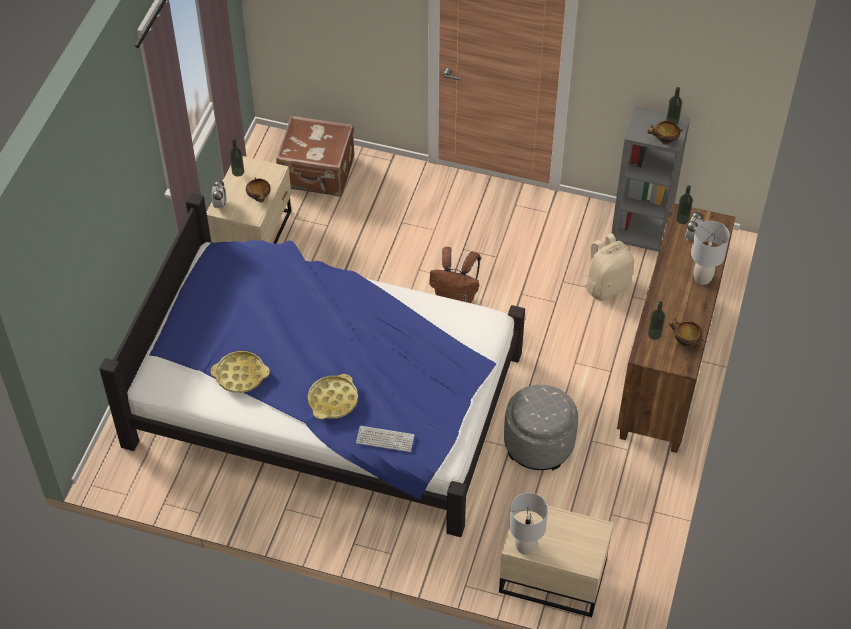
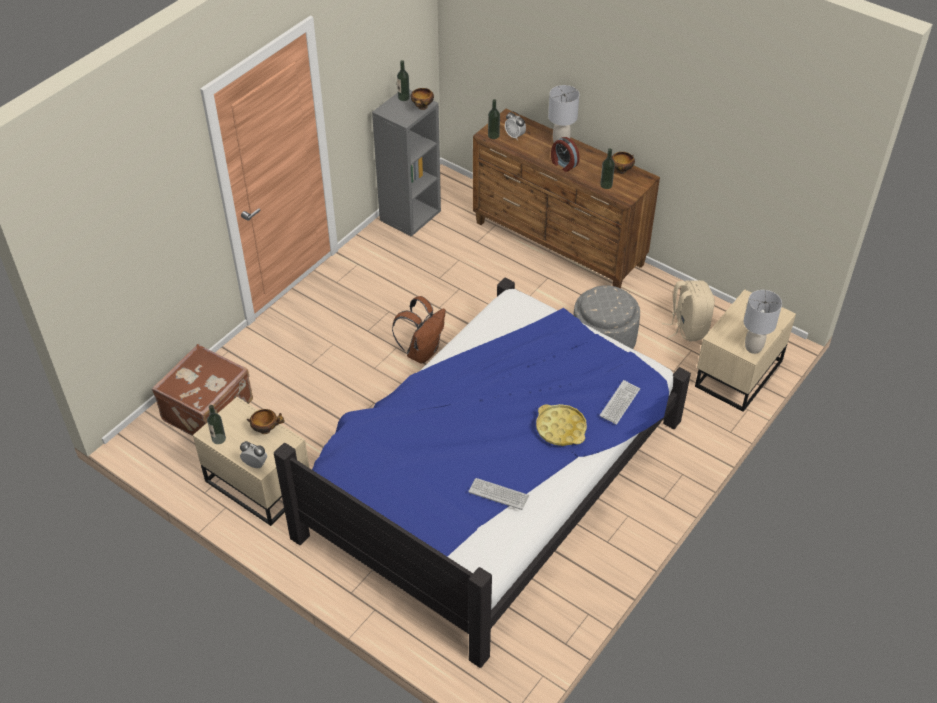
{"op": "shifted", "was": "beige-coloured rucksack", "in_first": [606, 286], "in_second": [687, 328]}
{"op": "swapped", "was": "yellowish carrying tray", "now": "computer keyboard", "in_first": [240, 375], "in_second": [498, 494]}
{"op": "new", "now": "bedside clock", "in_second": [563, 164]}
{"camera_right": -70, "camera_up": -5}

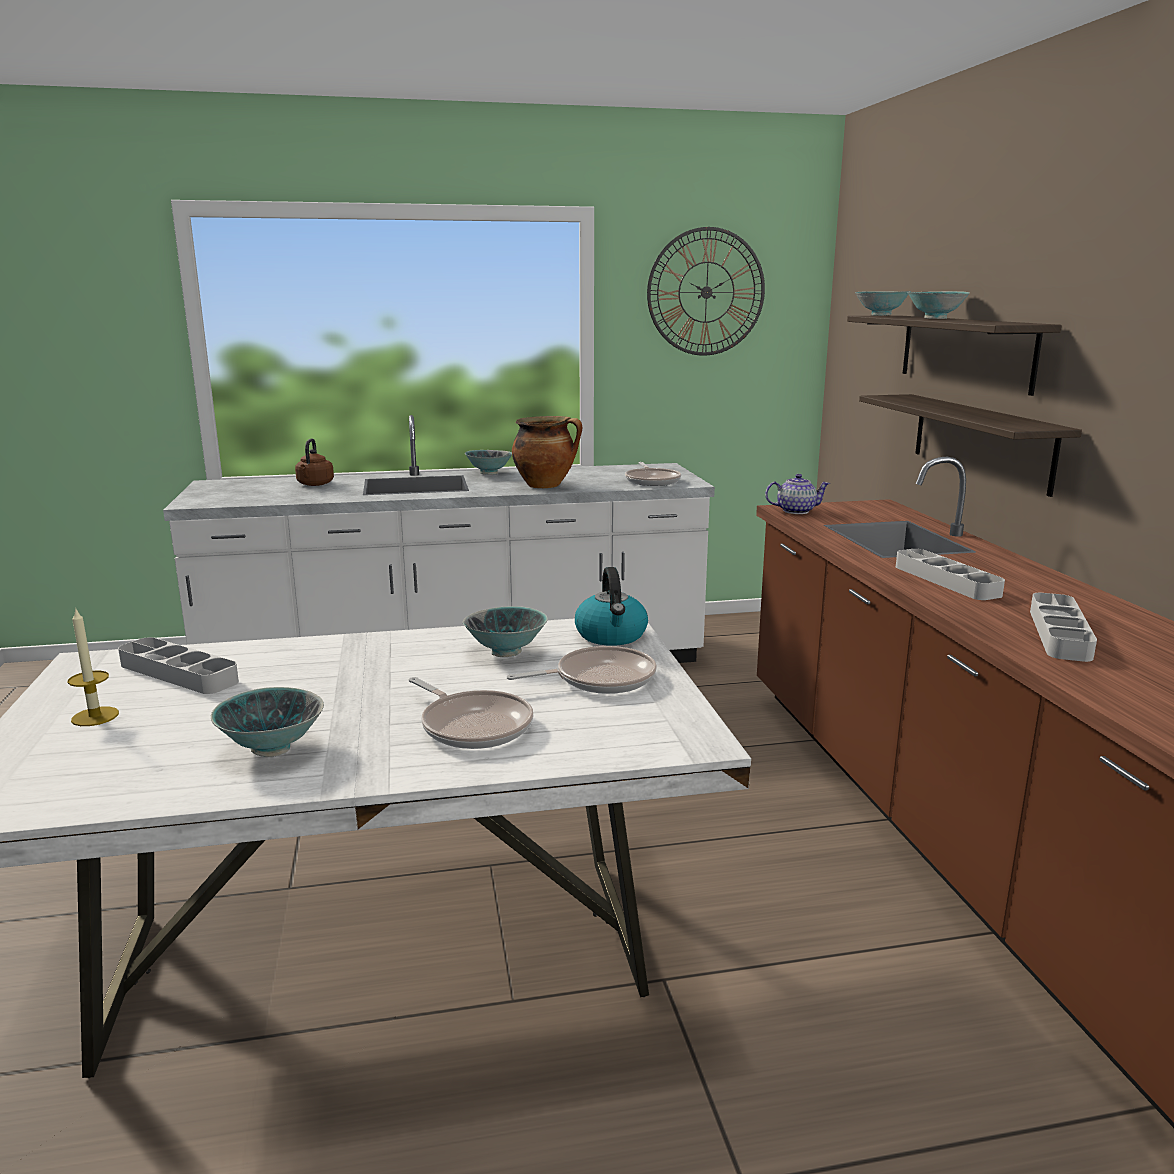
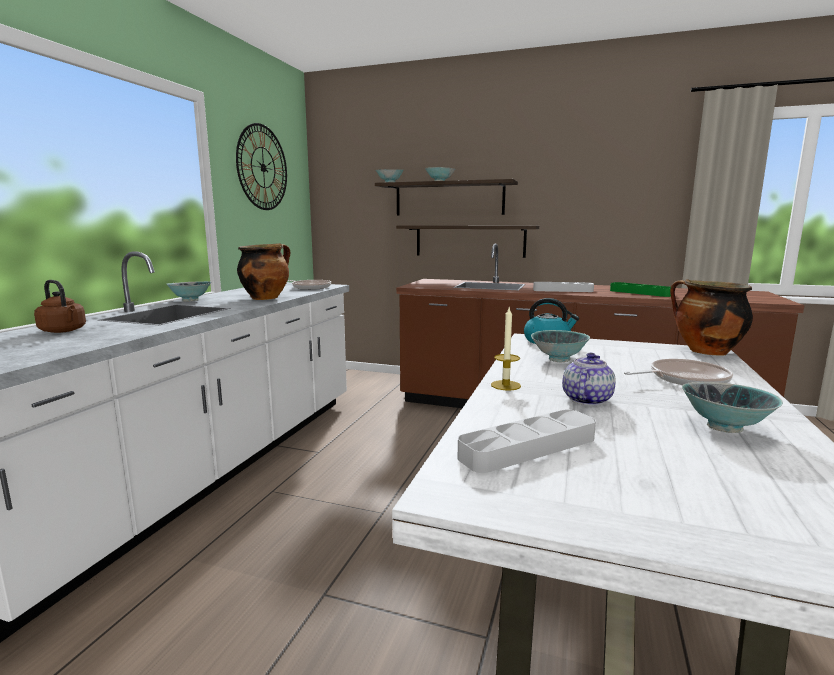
{"op": "shifted", "was": "tea pot", "in_first": [795, 511], "in_second": [586, 400]}
{"op": "repainted", "was": "gray carrying tray", "now": "greenish carrying tray", "in_first": [1059, 633], "in_second": [640, 293]}
{"op": "shifted", "was": "candle", "in_first": [95, 716], "in_second": [505, 385]}
{"op": "gone", "was": "frying pan", "in_first": [599, 679]}
{"op": "new", "now": "stockpot", "in_second": [705, 352]}
{"camera_right": -60, "camera_up": -5}

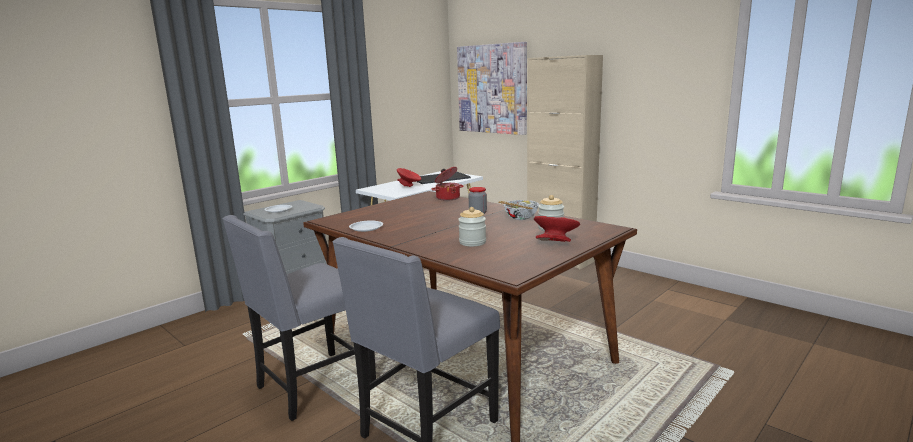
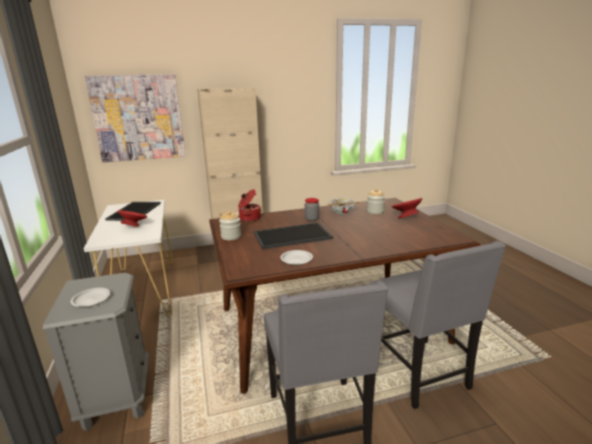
{"op": "shifted", "was": "preserve jar", "in_first": [472, 242], "in_second": [231, 236]}
{"op": "new", "now": "carrying tray", "in_second": [292, 236]}
{"camera_right": -60, "camera_up": 5}

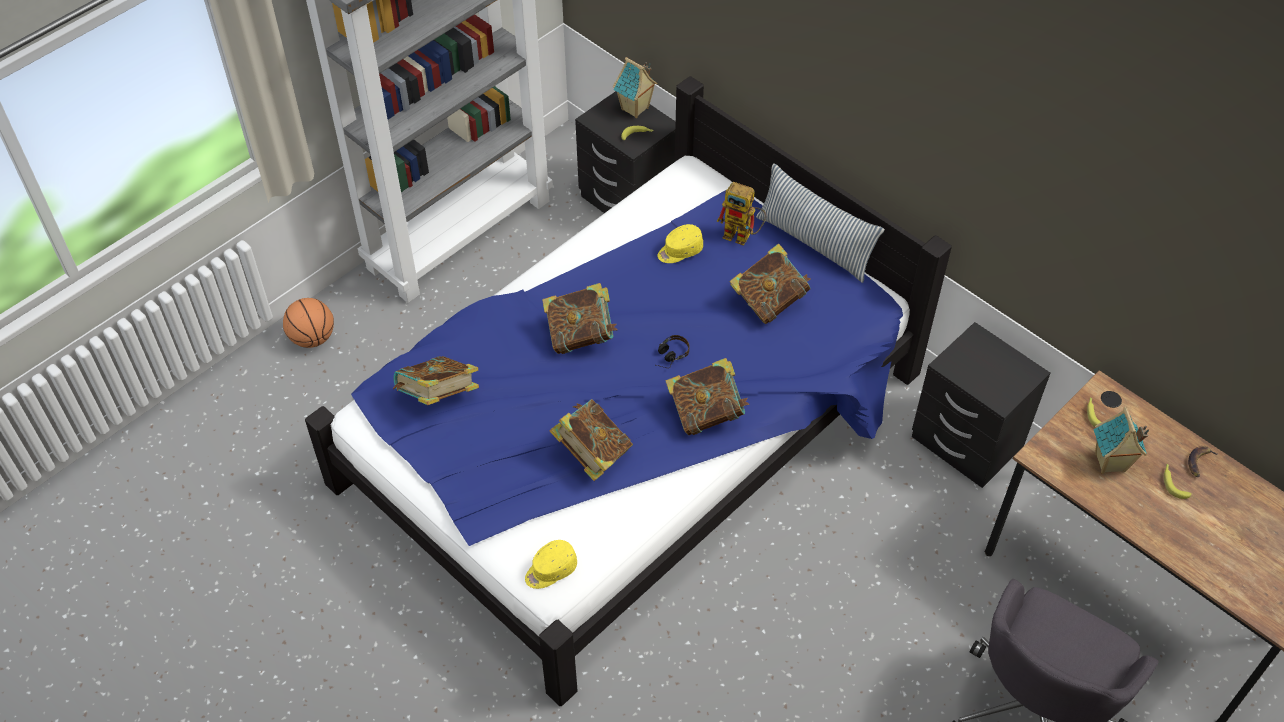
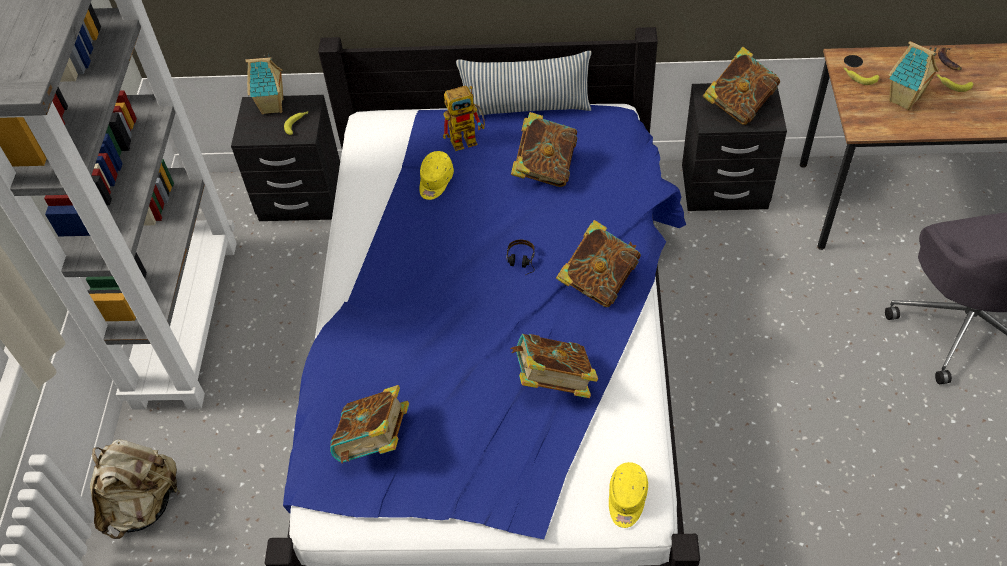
{"op": "shifted", "was": "volume", "in_first": [581, 335], "in_second": [738, 105]}
{"op": "swapped", "was": "ball for basketball", "now": "beige-coloured rucksack", "in_first": [312, 338], "in_second": [144, 504]}
{"camera_right": -40, "camera_up": 0}

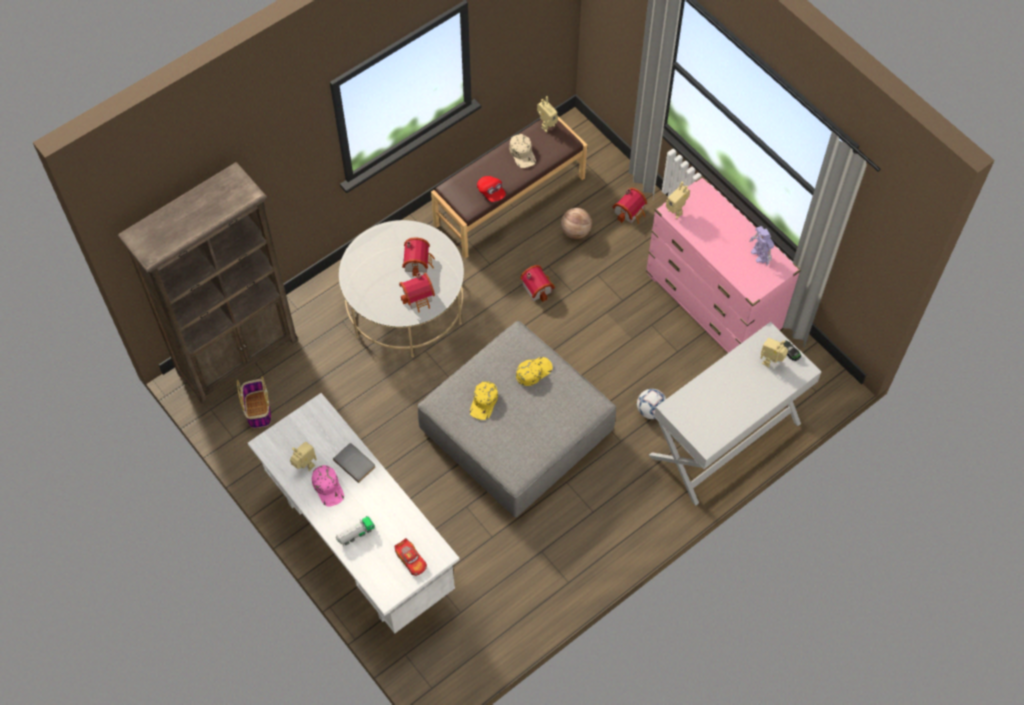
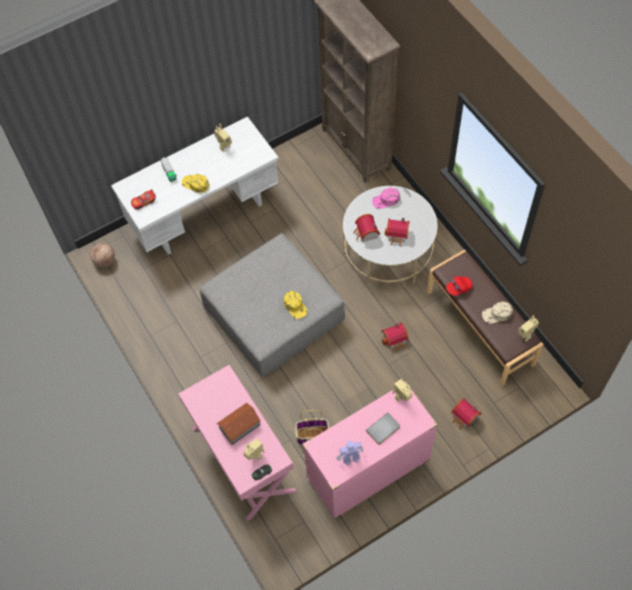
{"op": "shifted", "was": "ball for basketball", "in_first": [575, 232], "in_second": [105, 261]}
{"op": "repainted", "was": "whitish hall table", "now": "pink hall table", "in_first": [725, 440], "in_second": [242, 459]}
{"op": "shifted", "was": "basket", "in_first": [258, 409], "in_second": [313, 435]}
{"op": "shifted", "was": "yellowish baseball cap", "in_first": [484, 402], "in_second": [195, 184]}
{"op": "gone", "was": "football ball", "in_first": [650, 410]}
{"op": "shifted", "was": "gray volume", "in_first": [355, 462], "in_second": [384, 430]}
{"op": "shifted", "was": "pink baseball cap", "in_first": [328, 487], "in_second": [386, 200]}
{"op": "new", "now": "model house", "in_second": [240, 426]}
{"camera_right": 100, "camera_up": 0}

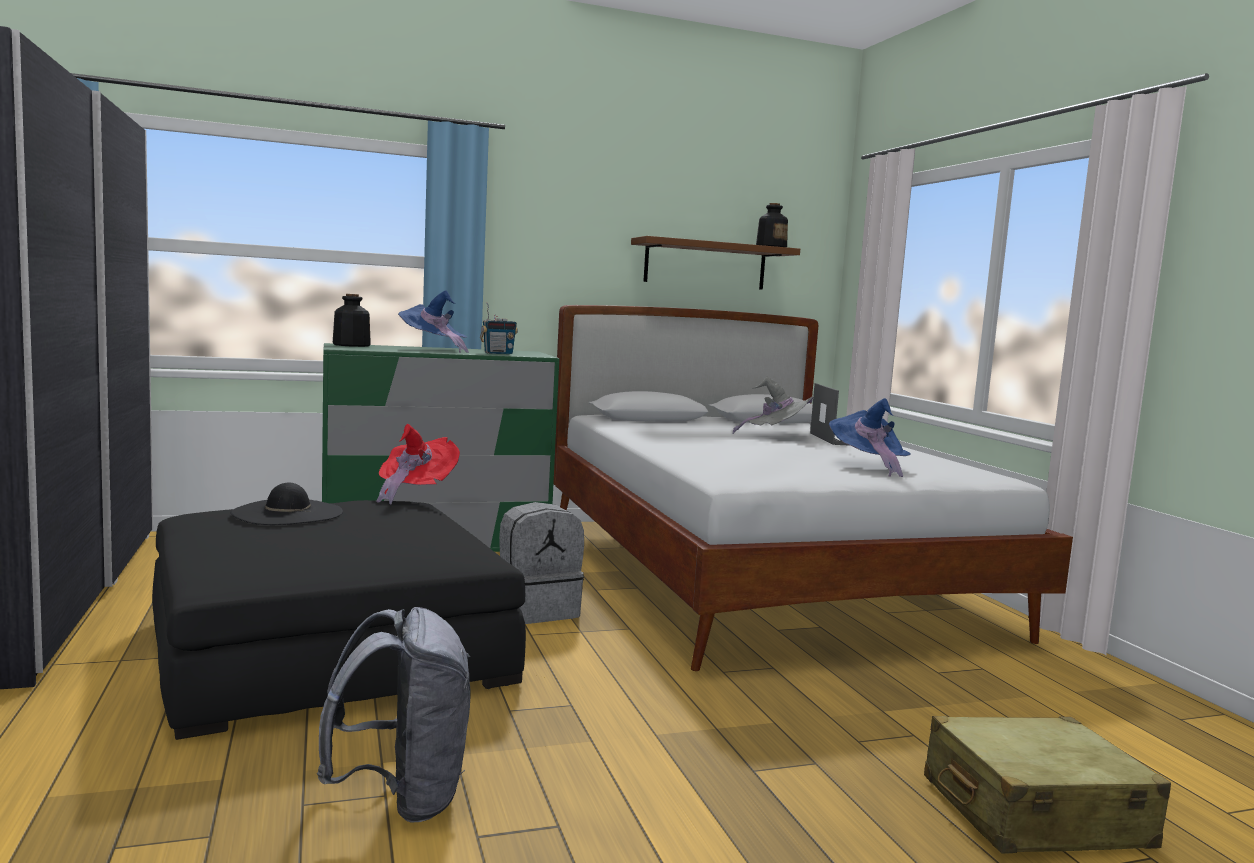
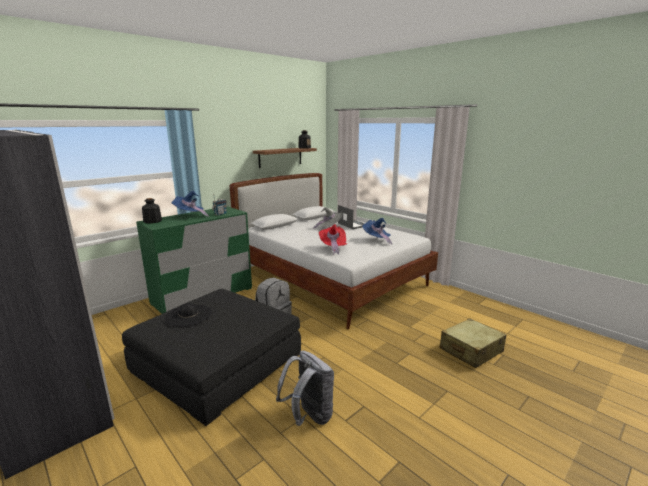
{"op": "shifted", "was": "reddish wearable hat", "in_first": [414, 493], "in_second": [333, 248]}
{"camera_right": -25, "camera_up": 10}

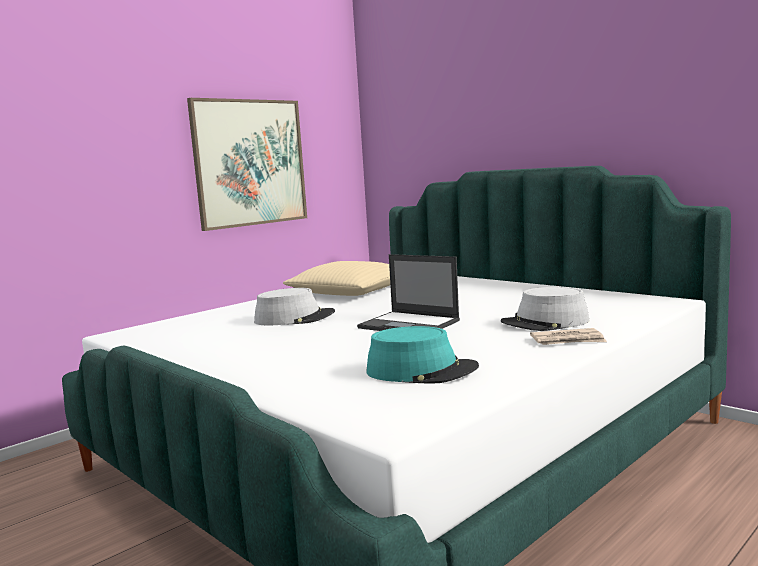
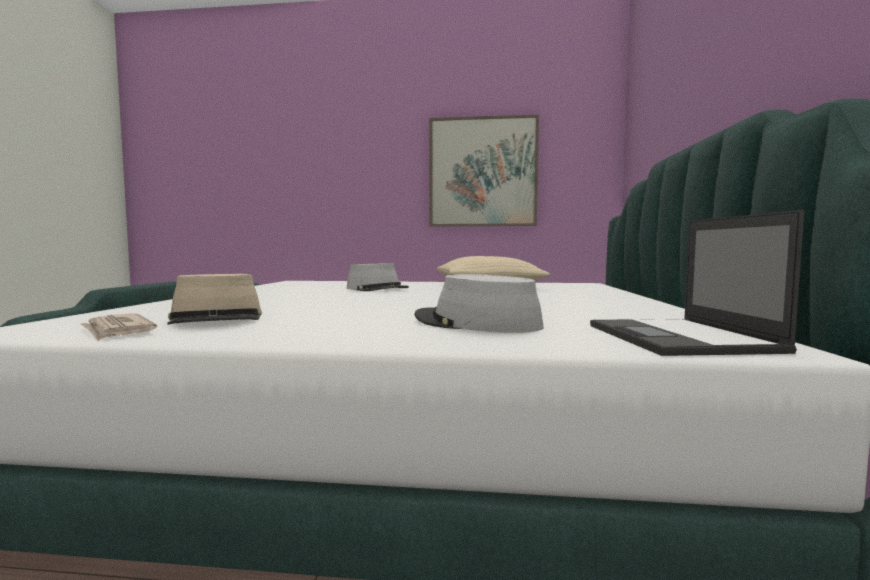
{"op": "shifted", "was": "notebook computer", "in_first": [410, 324], "in_second": [679, 338]}
{"op": "repainted", "was": "turquoise-coloured wearable hat", "now": "beige-coloured wearable hat", "in_first": [421, 371], "in_second": [217, 318]}
{"op": "shifted", "was": "daily paper", "in_first": [568, 340], "in_second": [117, 331]}
{"camera_right": 50, "camera_up": -5}

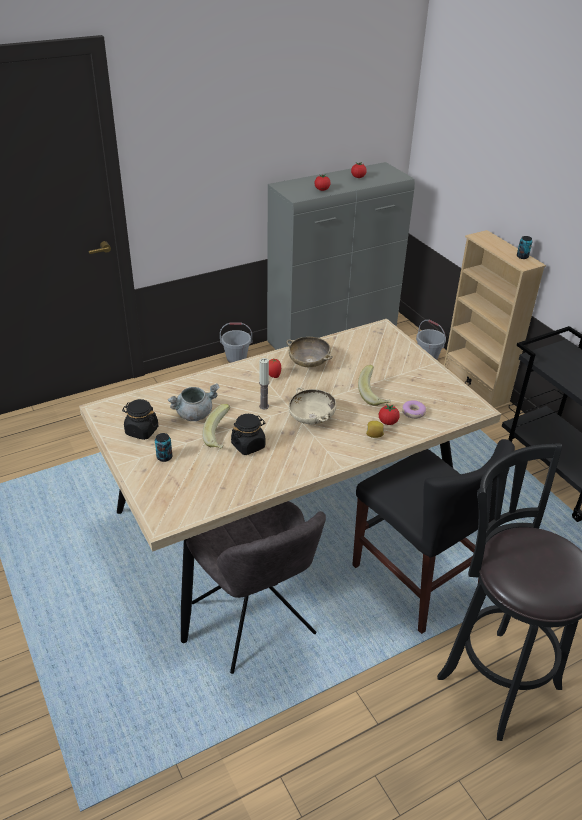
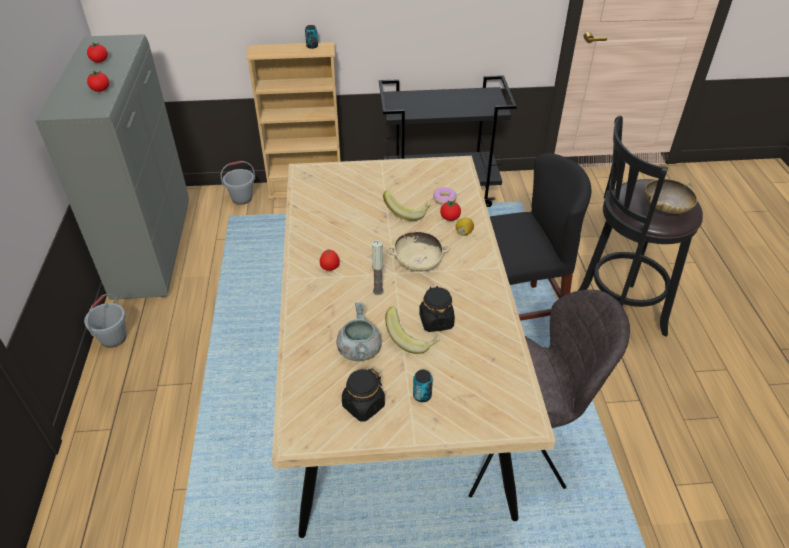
{"op": "shifted", "was": "beige-coloured bowl", "in_first": [308, 363], "in_second": [665, 208]}
{"camera_right": -65, "camera_up": 5}

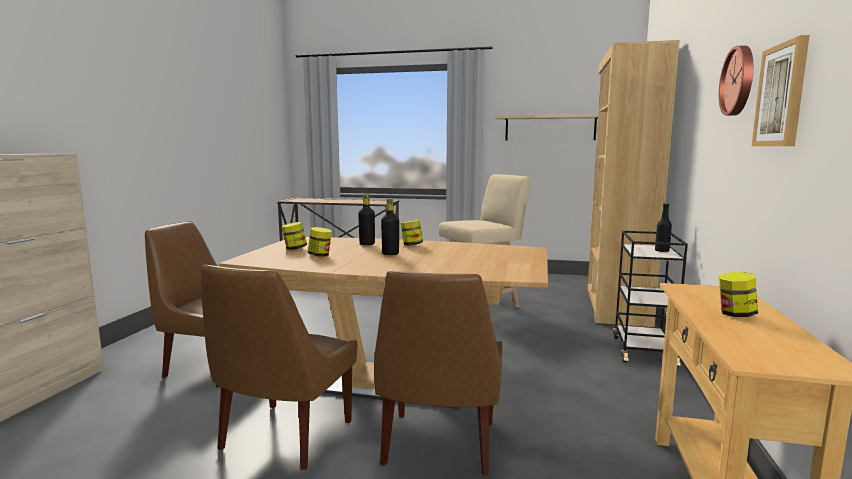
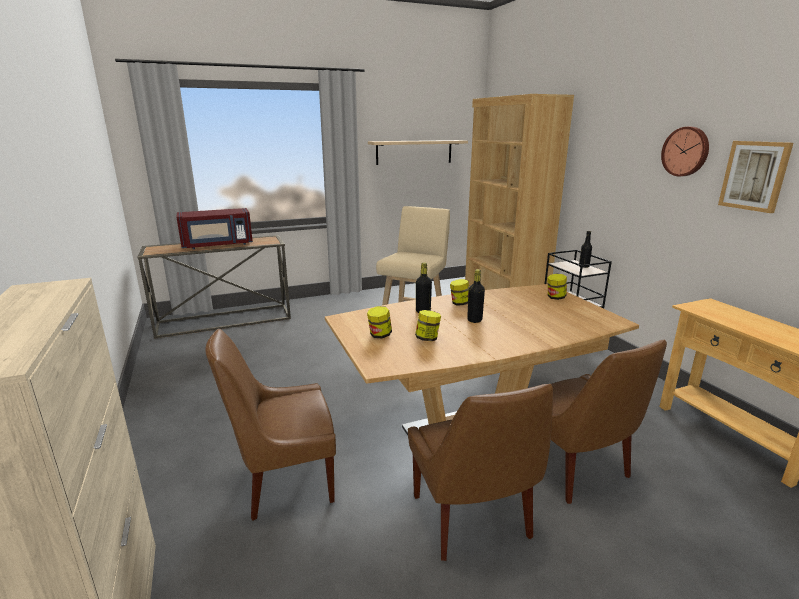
{"op": "shifted", "was": "preserve jar", "in_first": [735, 314], "in_second": [555, 297]}
{"op": "new", "now": "reddish microwave oven", "in_second": [218, 245]}
{"camera_right": -35, "camera_up": 10}

